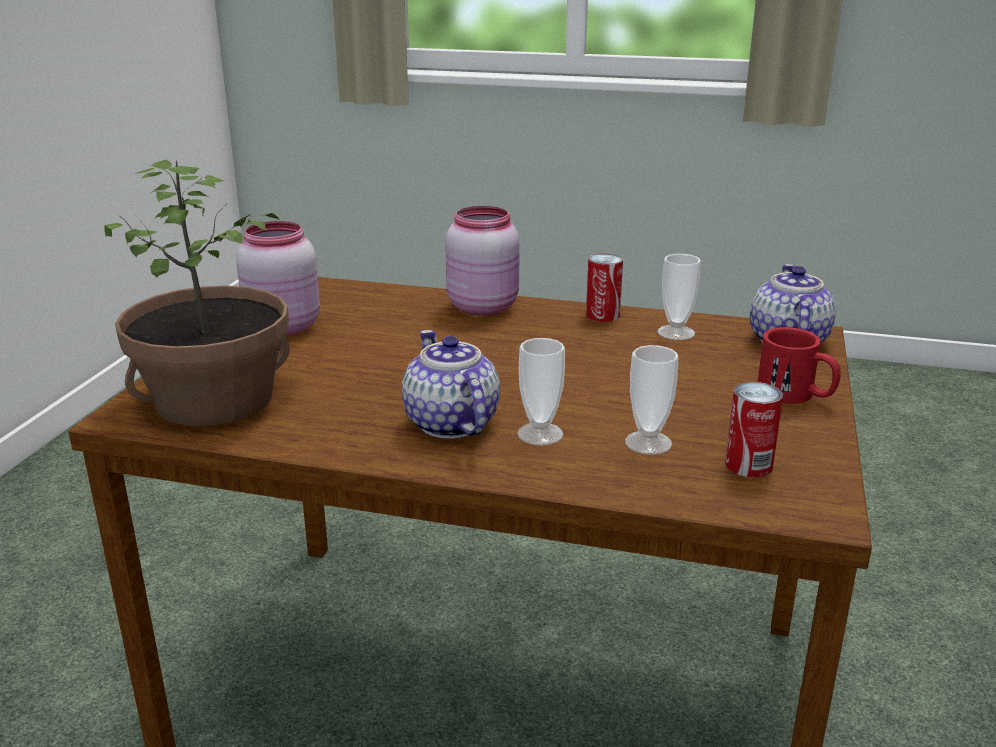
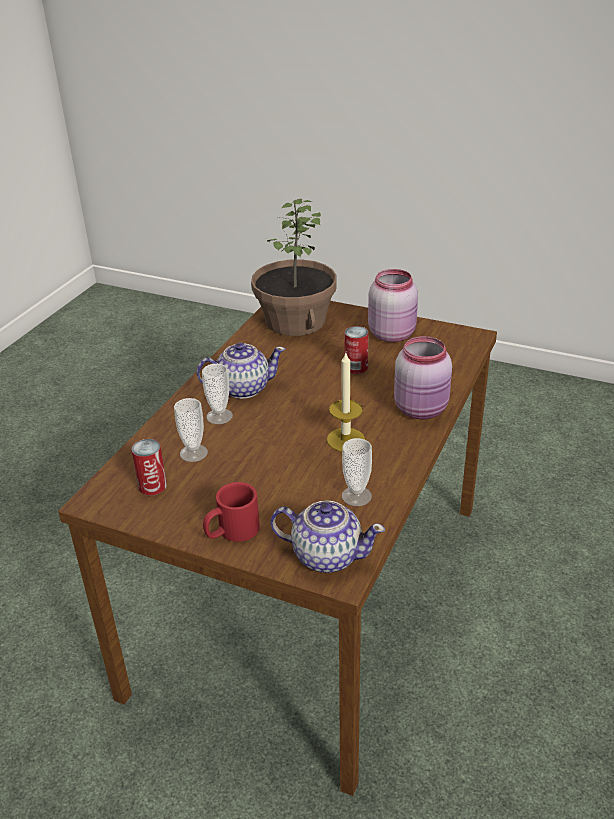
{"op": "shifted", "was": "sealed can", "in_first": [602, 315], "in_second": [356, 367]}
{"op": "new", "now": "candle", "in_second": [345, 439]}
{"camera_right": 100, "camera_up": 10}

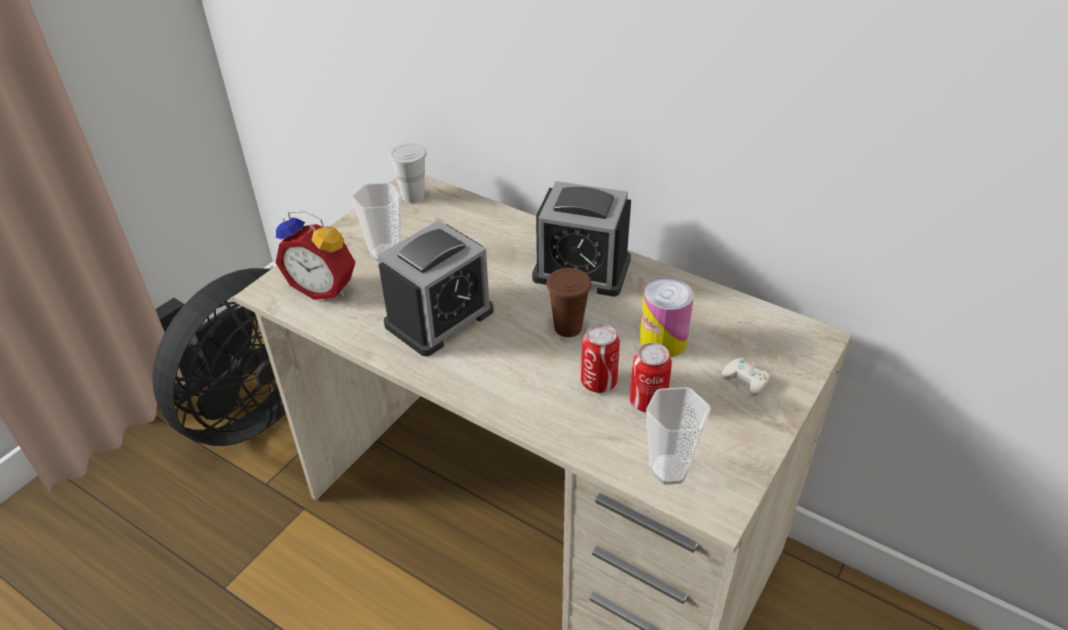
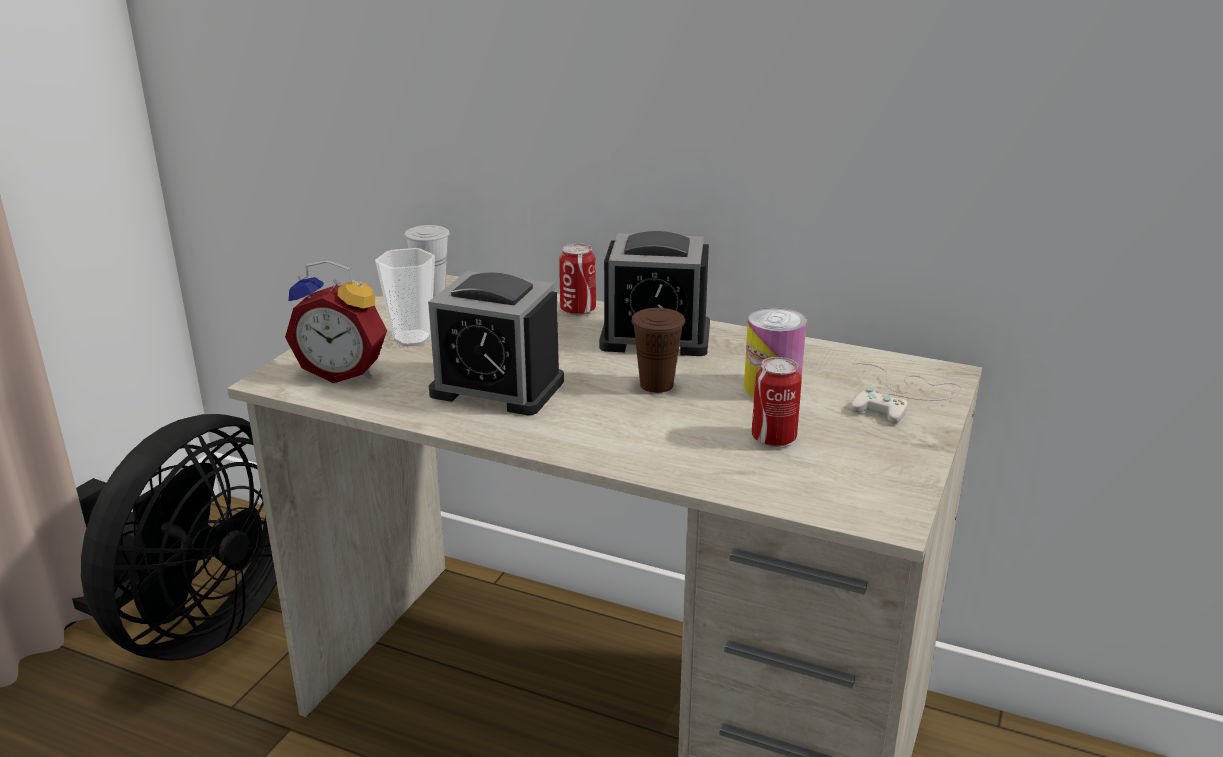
{"op": "rotated", "was": "bedside clock", "in_first": [439, 318], "in_second": [497, 388], "clockwise": 75}
{"op": "shifted", "was": "sealed can", "in_first": [598, 382], "in_second": [578, 310]}
{"op": "gone", "was": "drinking cup", "in_first": [669, 469]}
{"camera_right": -10, "camera_up": -15}

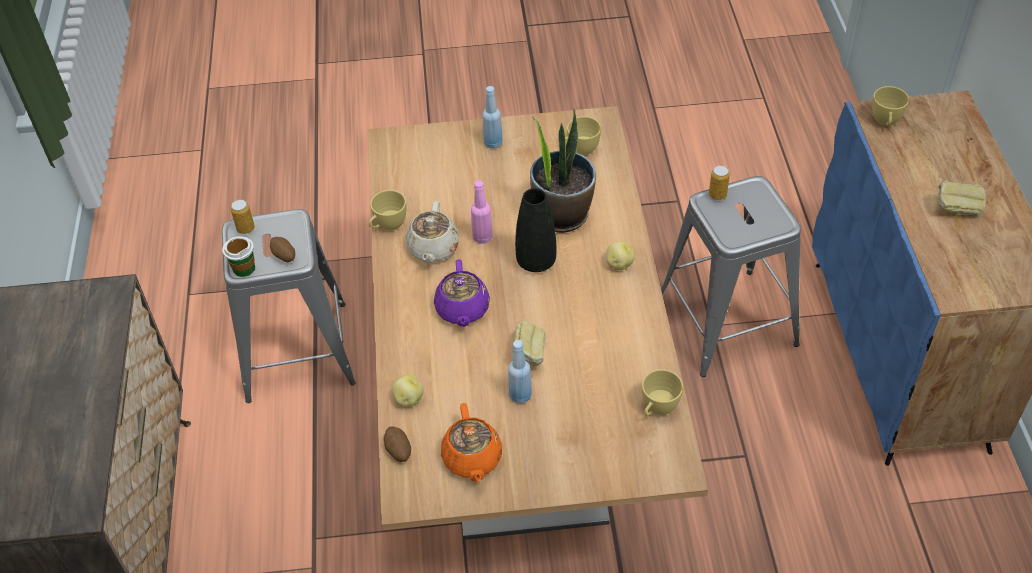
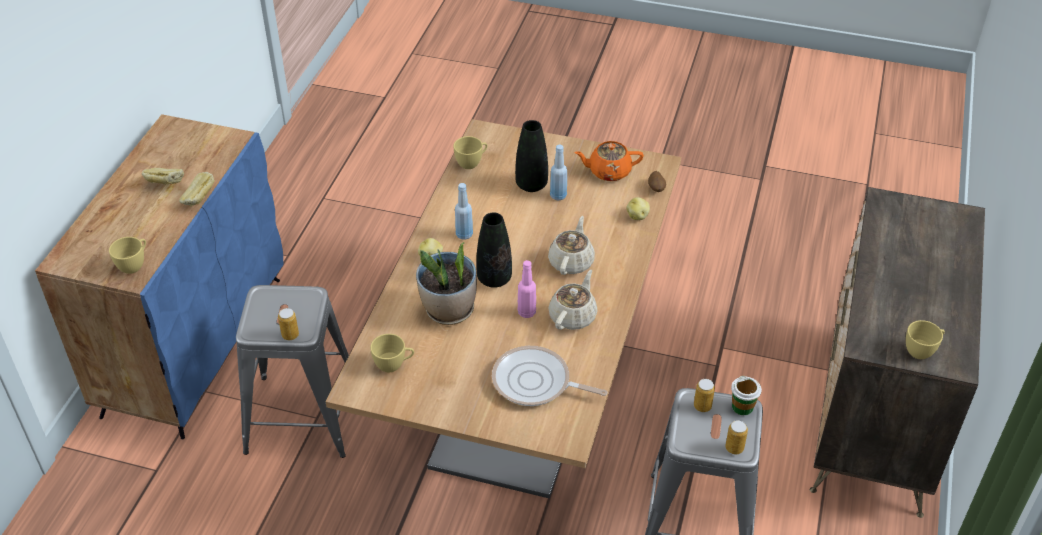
{"op": "shifted", "was": "bluish beverage bottle", "in_first": [493, 143], "in_second": [464, 234]}
{"op": "shifted", "was": "yellowish drinking cup", "in_first": [388, 225], "in_second": [922, 351]}
{"op": "swapped", "was": "spud", "now": "sealed can", "in_first": [284, 256], "in_second": [702, 406]}
{"op": "repainted", "was": "purplish tea pot", "now": "beige-coloured tea pot", "in_first": [462, 309], "in_second": [571, 261]}
{"op": "shifted", "was": "bakery bread", "in_first": [529, 354], "in_second": [200, 200]}
{"op": "rotated", "was": "orange tea pot", "in_first": [472, 459], "in_second": [608, 171], "clockwise": -105}
{"op": "new", "now": "blackish decorative vase", "in_second": [531, 185]}
{"op": "new", "now": "frying pan", "in_second": [535, 383]}
{"camera_right": -160, "camera_up": -5}

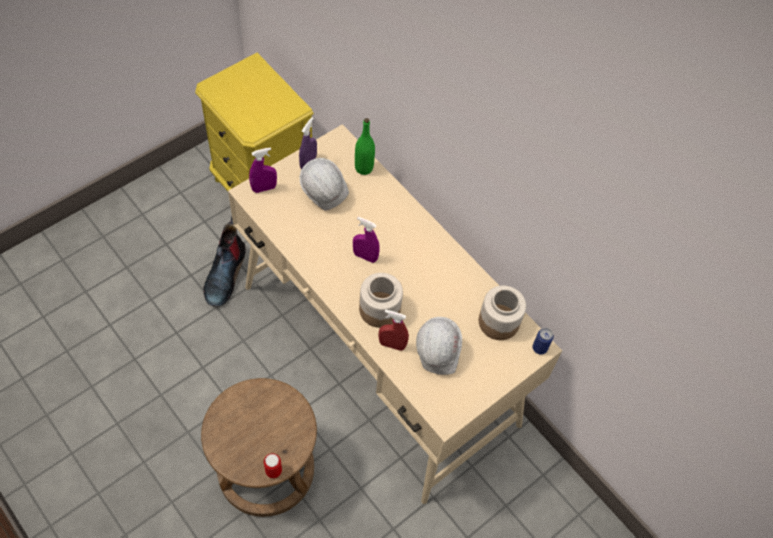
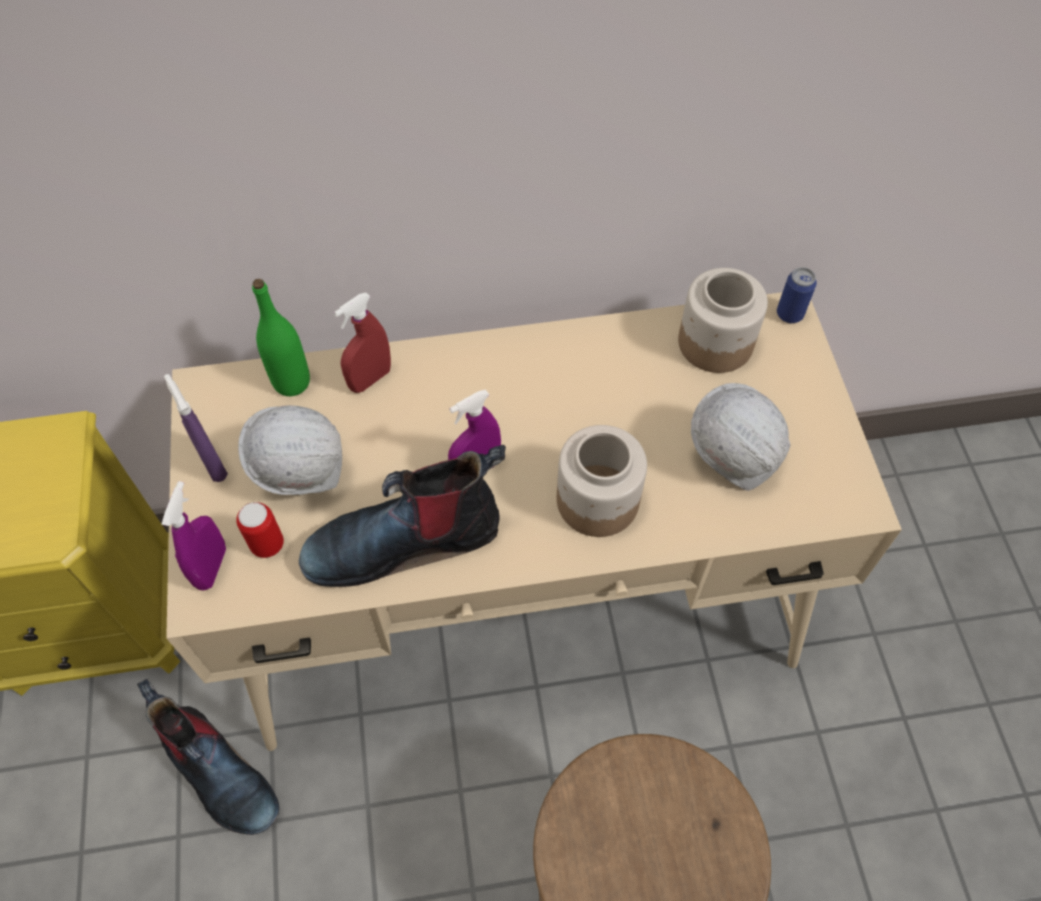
{"op": "shifted", "was": "reddish sprayer", "in_first": [392, 345], "in_second": [370, 379]}
{"op": "shifted", "was": "sealed can", "in_first": [273, 471], "in_second": [267, 544]}
{"op": "new", "now": "high-top boot", "in_second": [405, 539]}
{"camera_right": -55, "camera_up": 0}

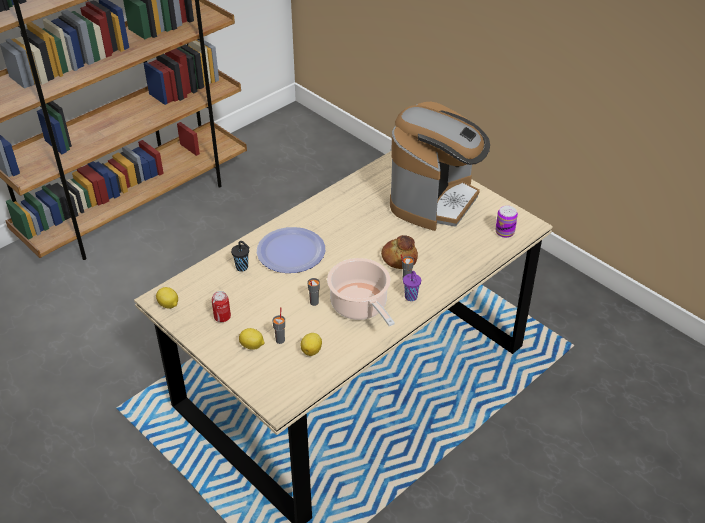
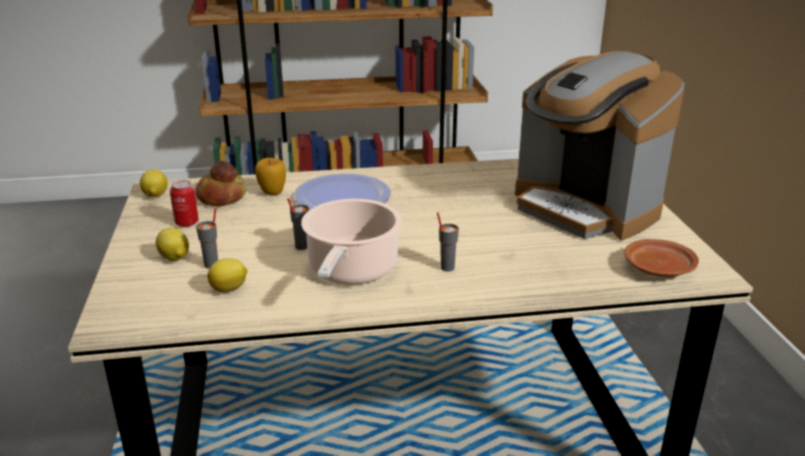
{"op": "rotated", "was": "coffee machine", "in_first": [435, 200], "in_second": [585, 208], "clockwise": 75}
{"op": "swapped", "was": "sealed can", "now": "brown plate", "in_first": [504, 232], "in_second": [659, 268]}
{"op": "shifted", "was": "bakery bread", "in_first": [399, 258], "in_second": [221, 197]}
{"op": "swapped", "was": "blackish drinking cup", "now": "whole apple", "in_first": [242, 267], "in_second": [272, 192]}
{"op": "gone", "was": "purplish drinking cup", "in_first": [411, 297]}
{"camera_right": 35, "camera_up": -15}

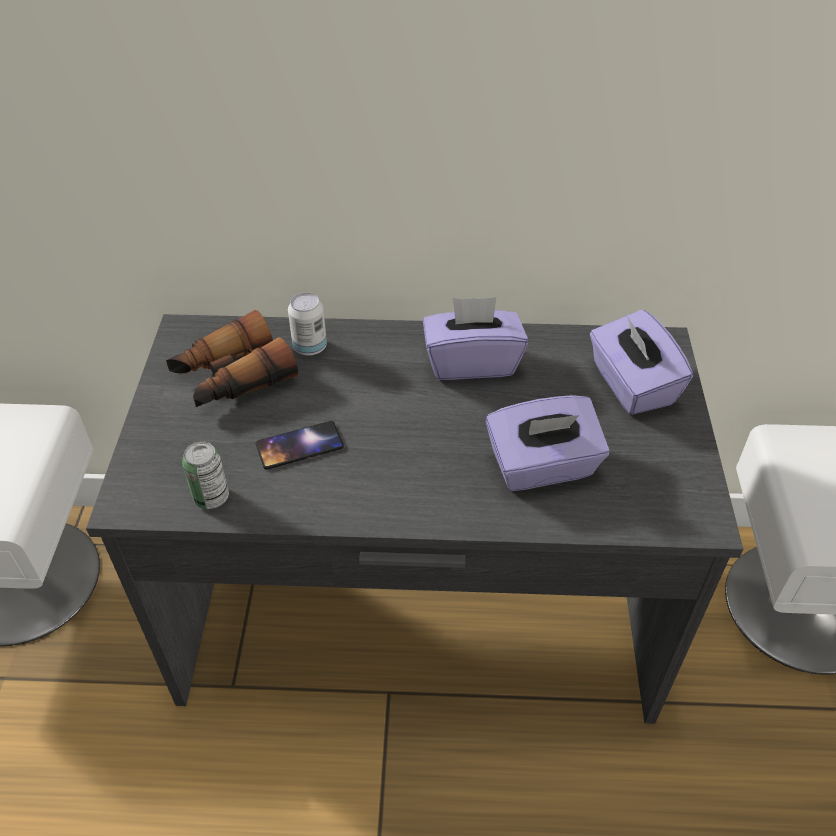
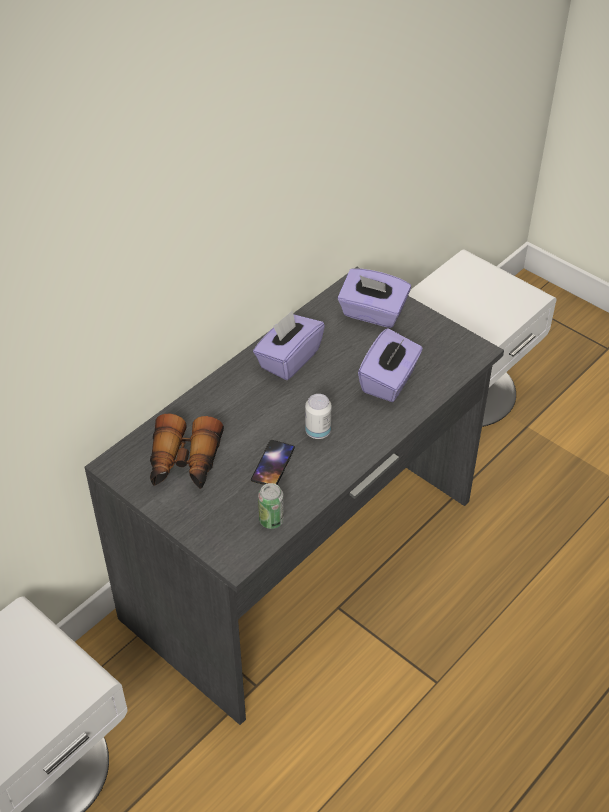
{"op": "shifted", "was": "sealed can", "in_first": [310, 347], "in_second": [318, 432]}
{"camera_right": -50, "camera_up": 0}

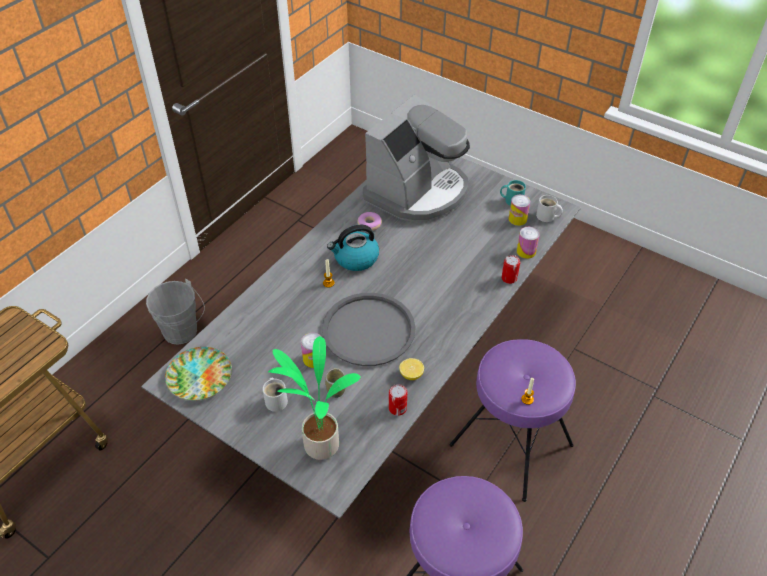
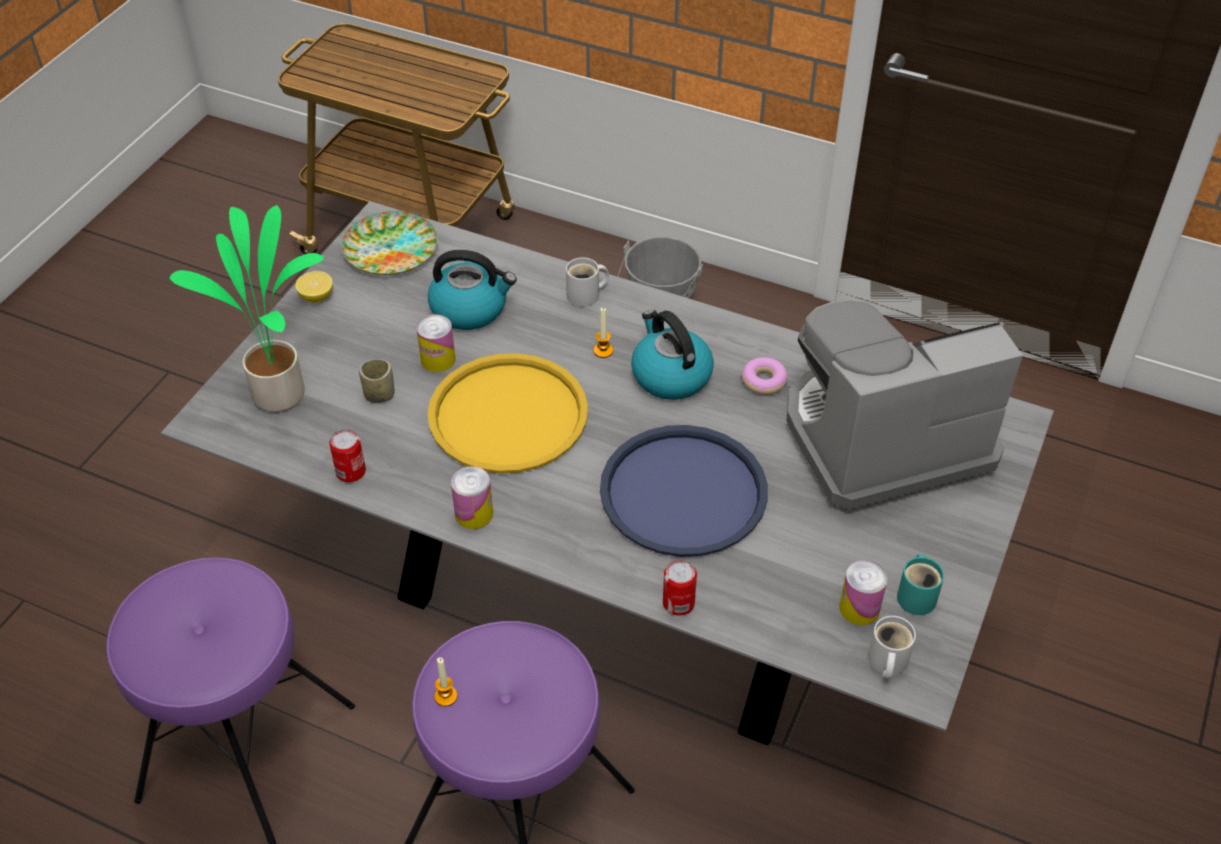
{"op": "rotated", "was": "coffee machine", "in_first": [418, 192], "in_second": [882, 438], "clockwise": 135}
{"op": "shifted", "was": "sealed can", "in_first": [526, 251], "in_second": [474, 514]}
{"op": "repainted", "was": "gray carrying tray", "now": "yellowish carrying tray", "in_first": [368, 330], "in_second": [508, 415]}
{"op": "shifted", "was": "lemon", "in_first": [411, 375], "in_second": [316, 296]}
{"op": "shifted", "was": "whitish coffee mug", "in_first": [276, 400], "in_second": [586, 295]}
{"op": "new", "now": "kettle", "in_second": [470, 309]}
{"op": "new", "now": "bluish carrying tray", "in_second": [683, 492]}
{"camera_right": 80, "camera_up": 0}

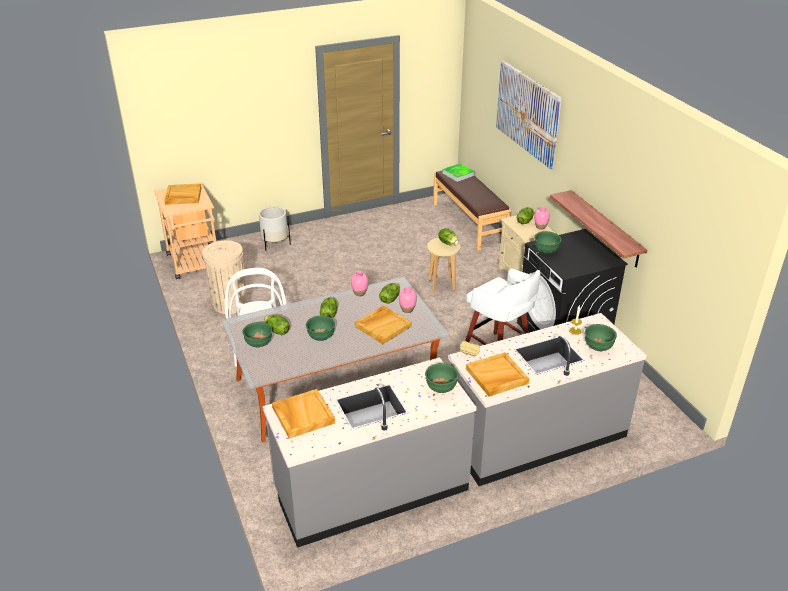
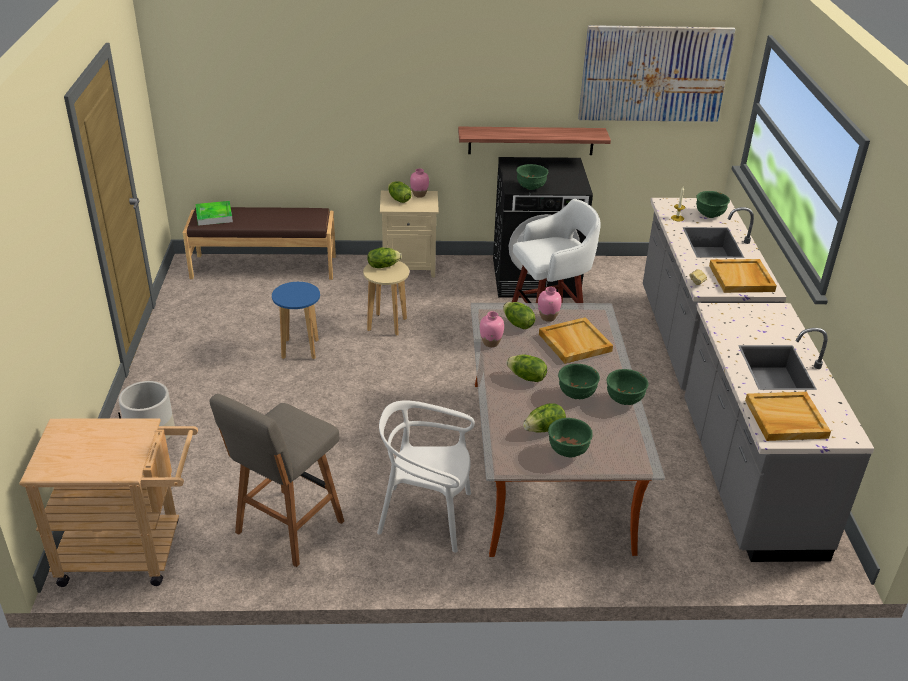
{"op": "shifted", "was": "wall art", "in_first": [528, 113], "in_second": [654, 74]}
{"op": "gone", "was": "beige-coloured carrying tray", "in_first": [183, 196]}
{"op": "swapped", "was": "beige-coloured waste bin", "now": "gray stool seat", "in_first": [229, 304], "in_second": [287, 529]}
{"op": "shifted", "was": "greenish bowl", "in_first": [441, 388], "in_second": [623, 400]}
{"op": "new", "now": "bluish stool seat", "in_second": [300, 349]}
{"camera_right": -70, "camera_up": 0}

